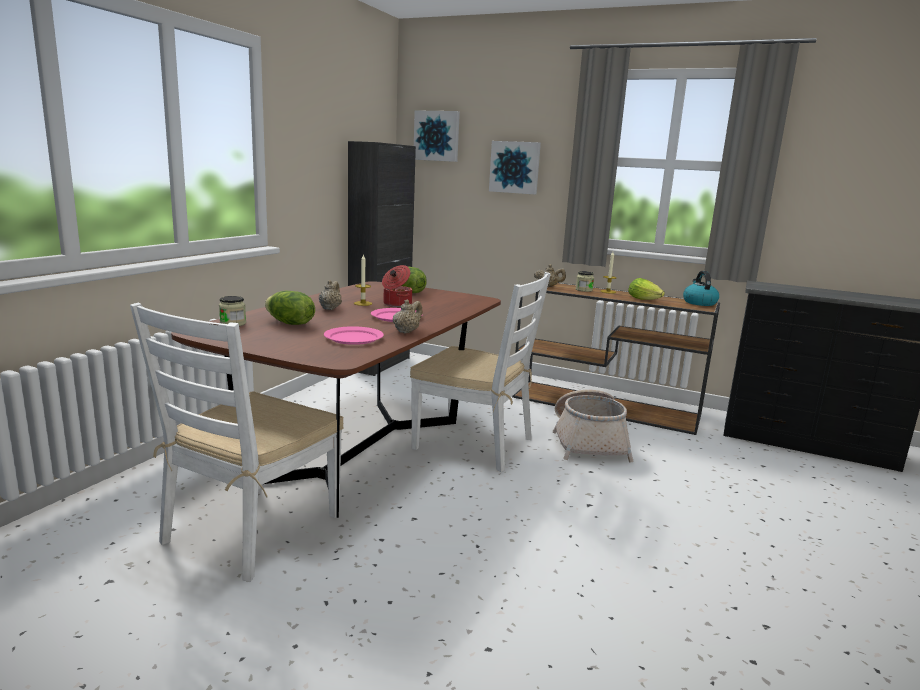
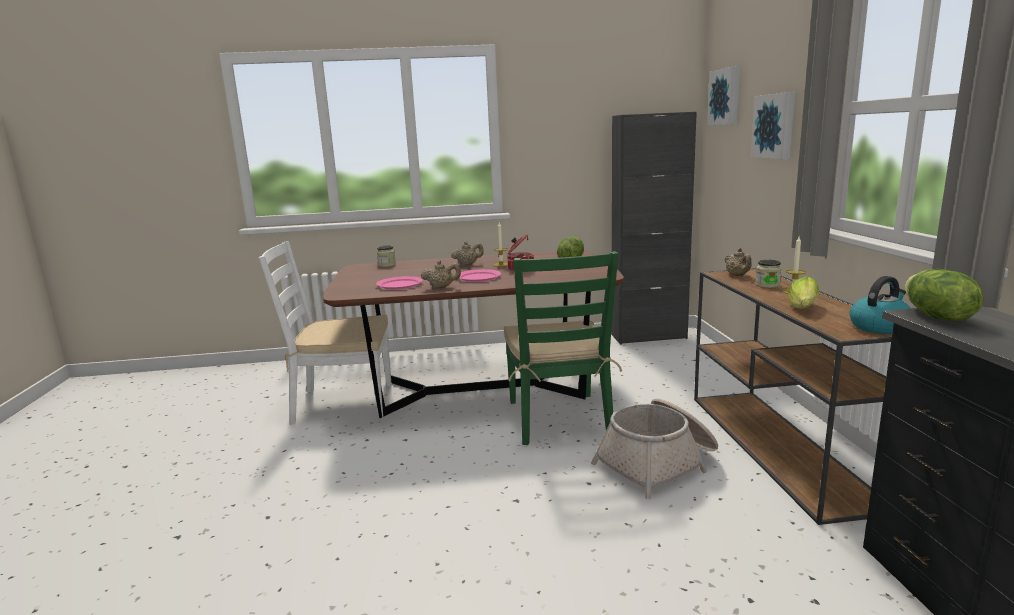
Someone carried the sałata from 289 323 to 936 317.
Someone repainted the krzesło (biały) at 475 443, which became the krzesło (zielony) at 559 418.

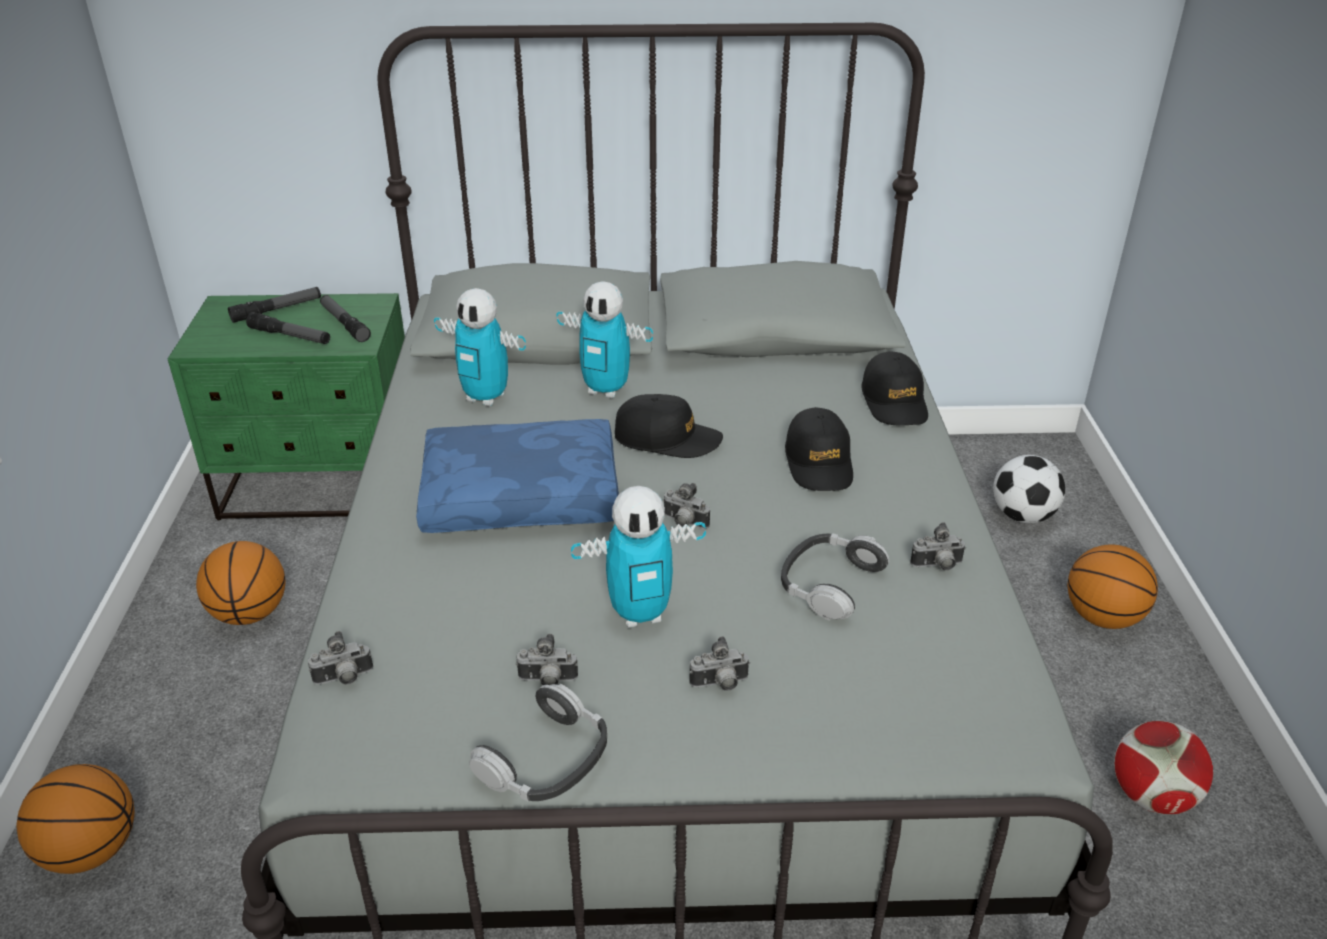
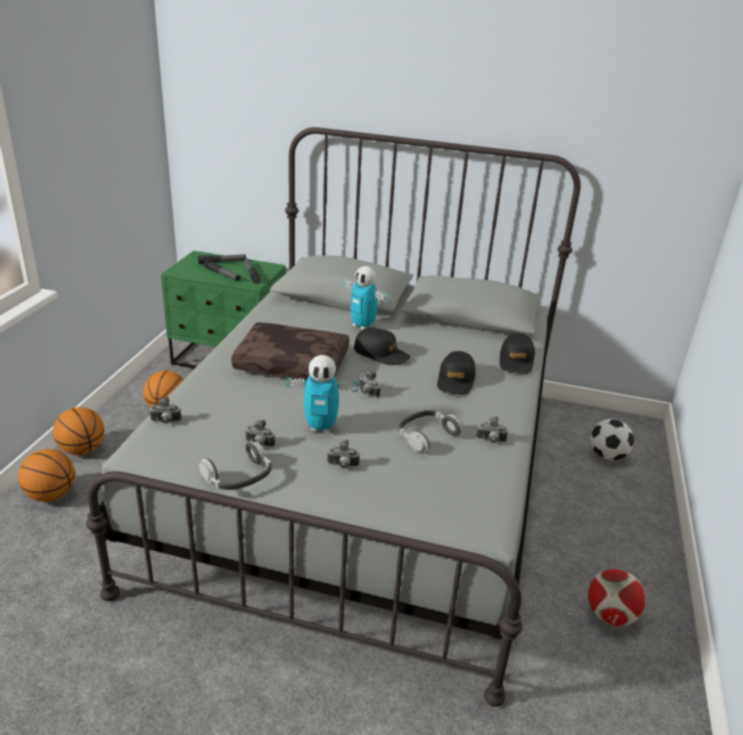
Someone repainted the poduszka (niebieski) at 522 494, which became the poduszka (brązowy) at 293 363.
Someone took away the robot zabawkowy at 486 398.
Someone carried the piłka do koszykówki from 1102 617 to 82 449.

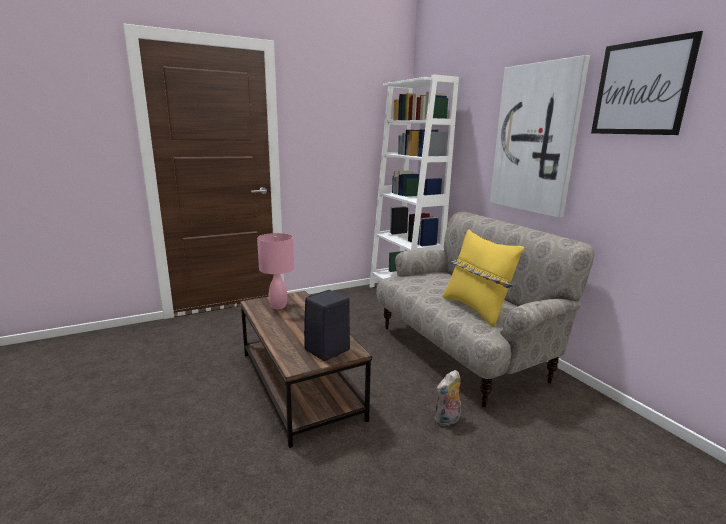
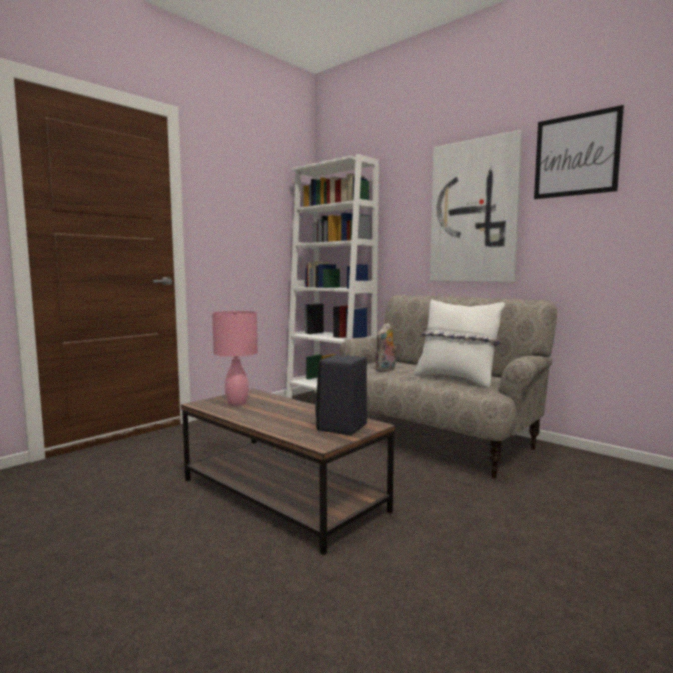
Someone carried the pluszak from 447 420 to 386 370.
Someone repainted the poduszka (żółty) at 476 309, which became the poduszka (biały) at 456 380.

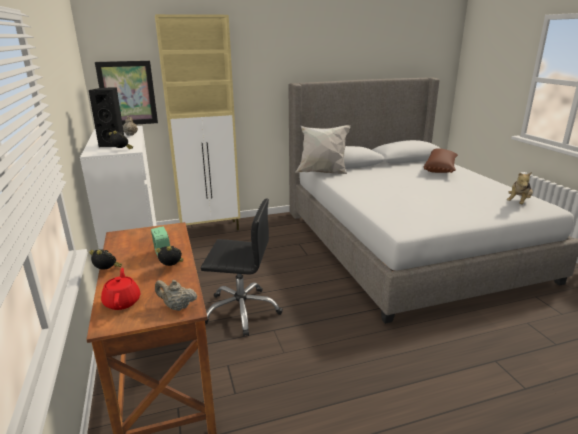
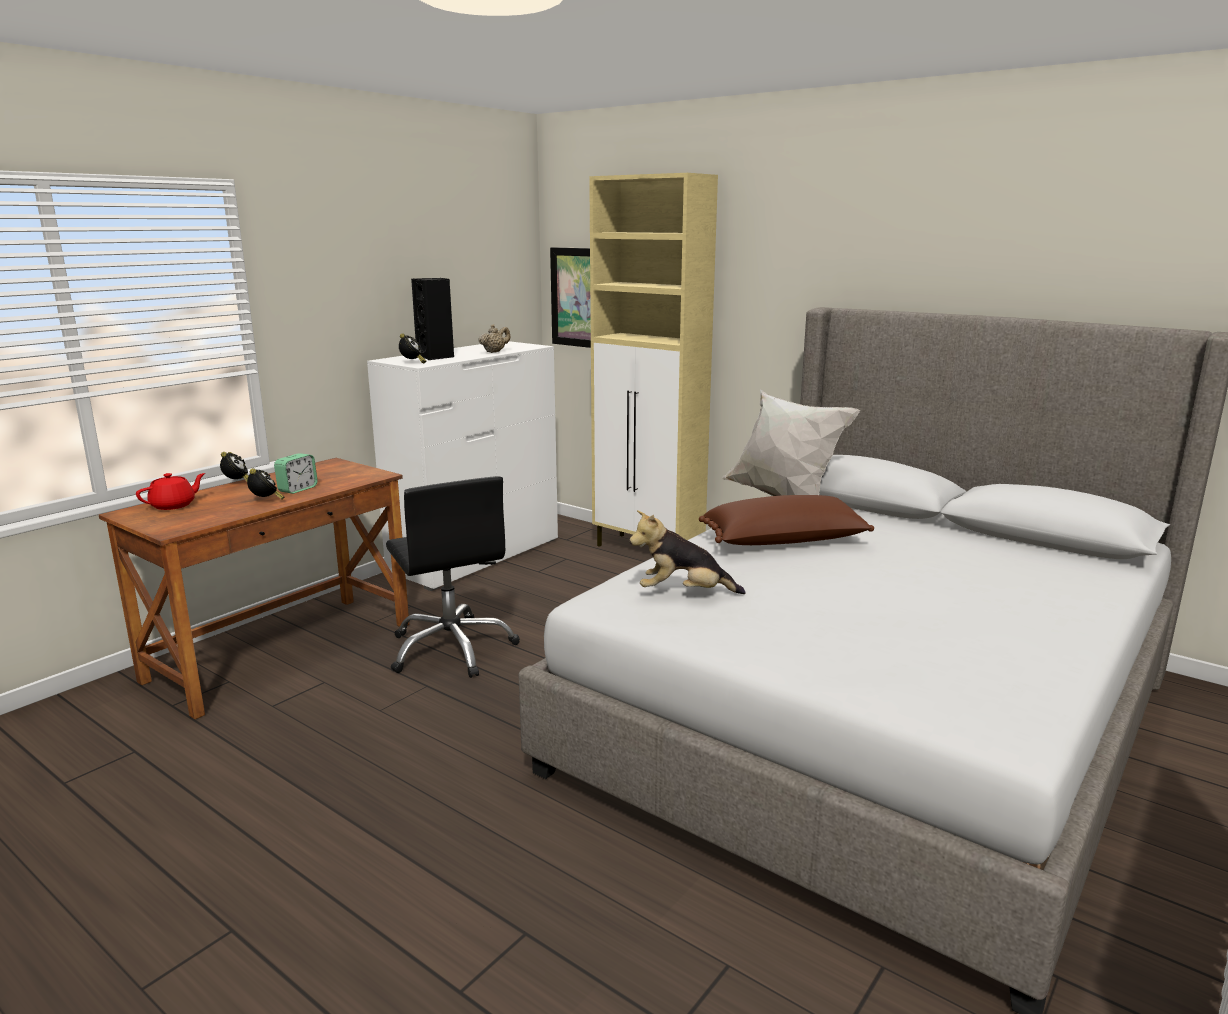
Someone took away the imbryk (beżowy) at 177 307.
Someone carried the poduszka (brązowy) from 441 169 to 784 543.
Someone carried the pluszak from 518 203 to 683 593.

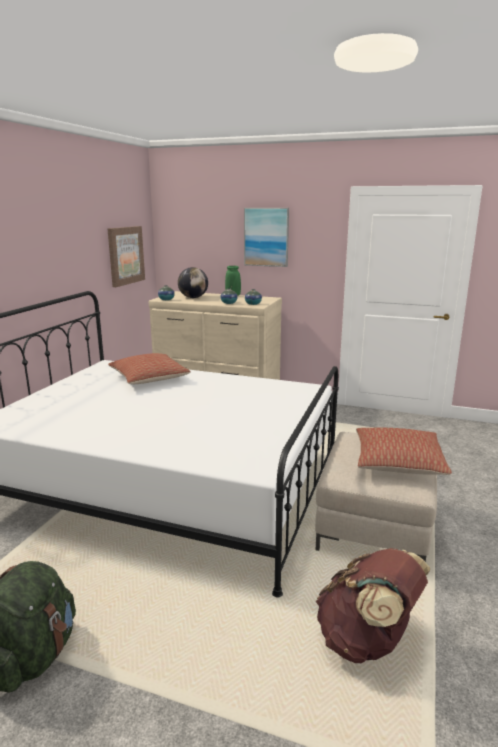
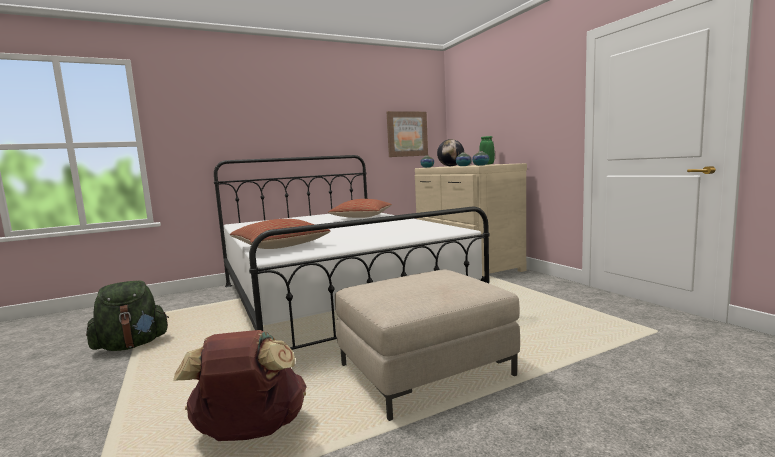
Someone took away the obraz at 266 237.
Someone carried the poduszka from 398 462 to 280 246.

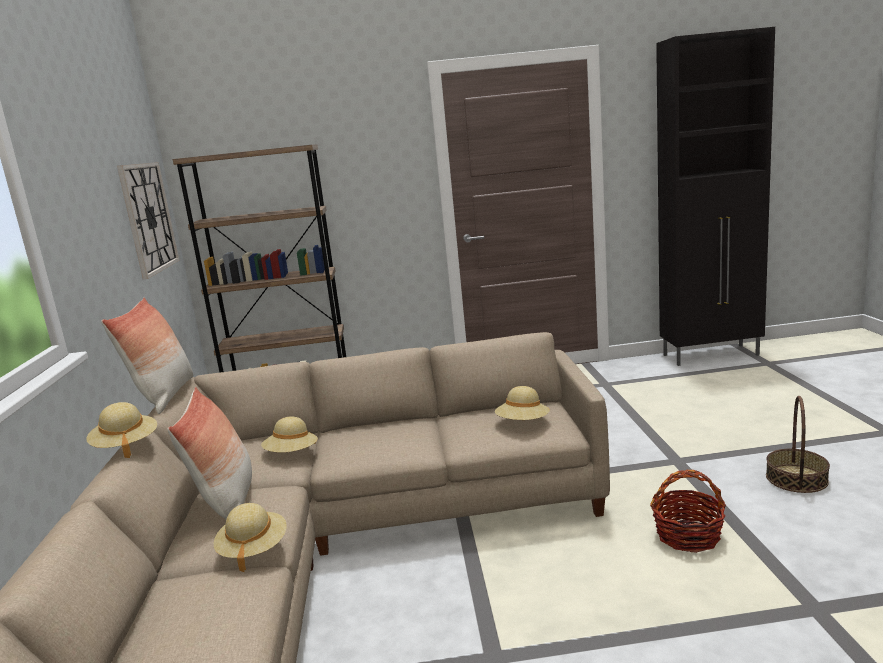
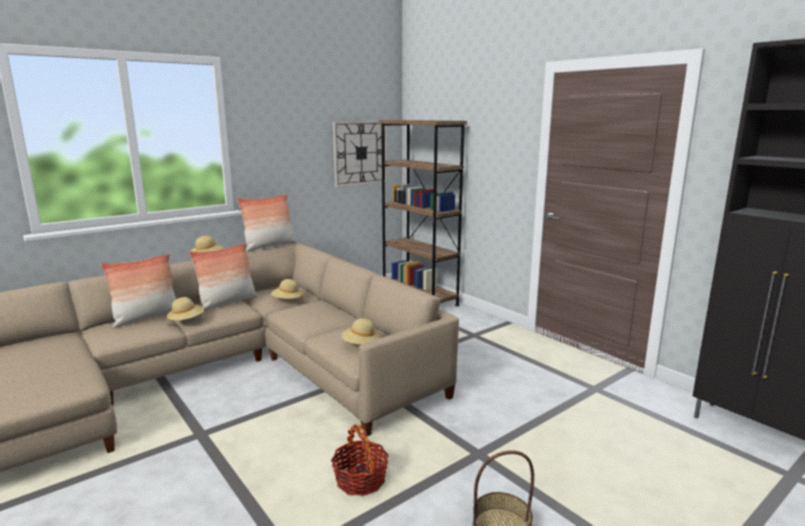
Someone put down the poduszka at 146 318.

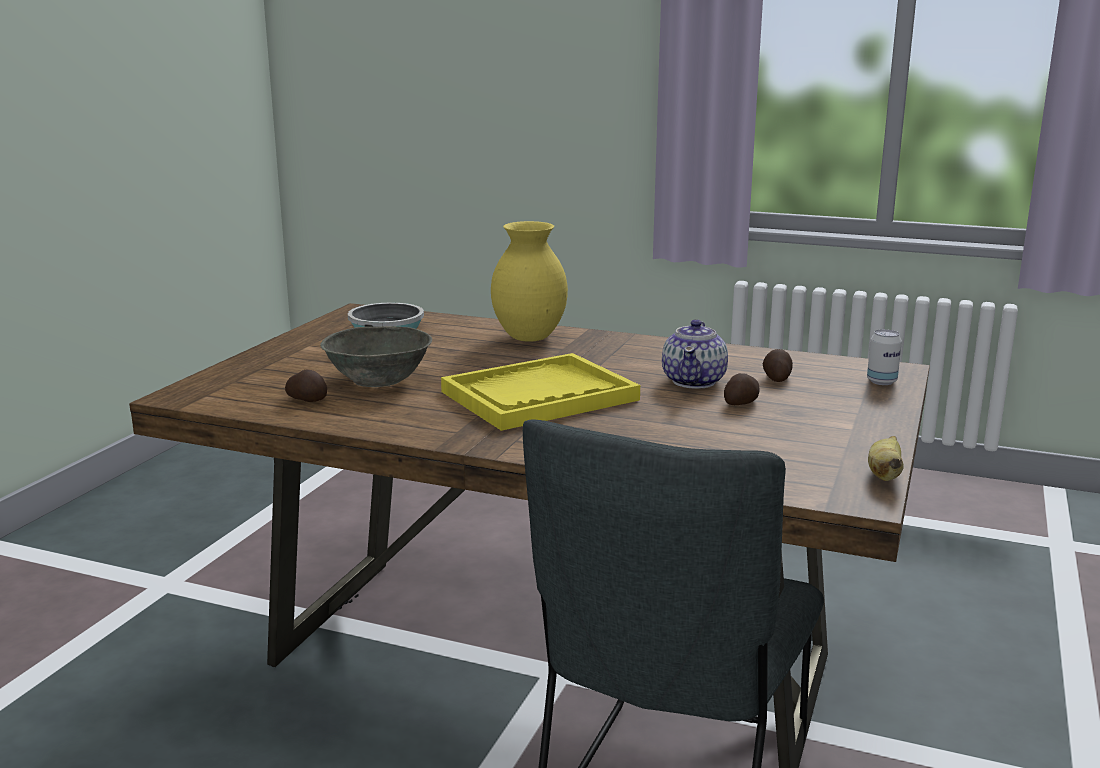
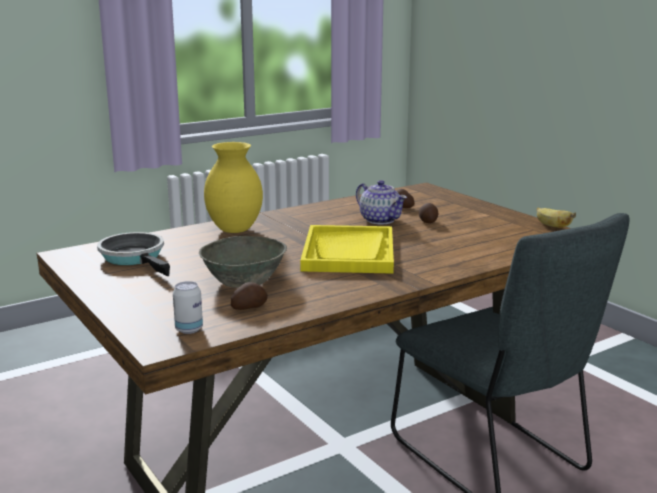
Someone carried the puszka from 881 381 to 189 329.

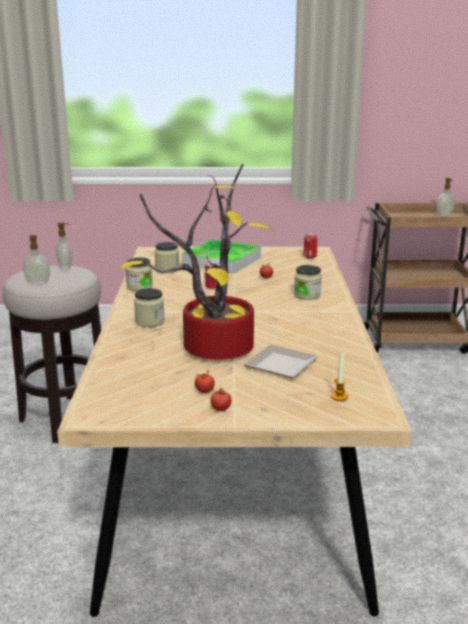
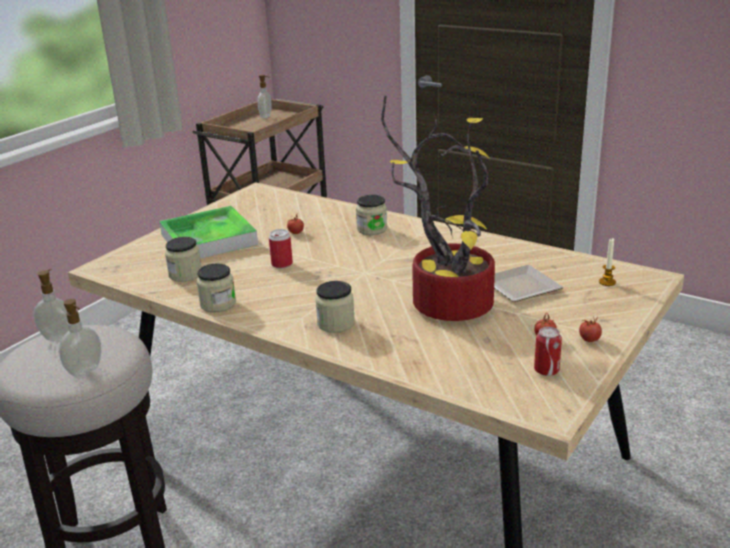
Someone carried the puszka from 310 257 to 546 370.

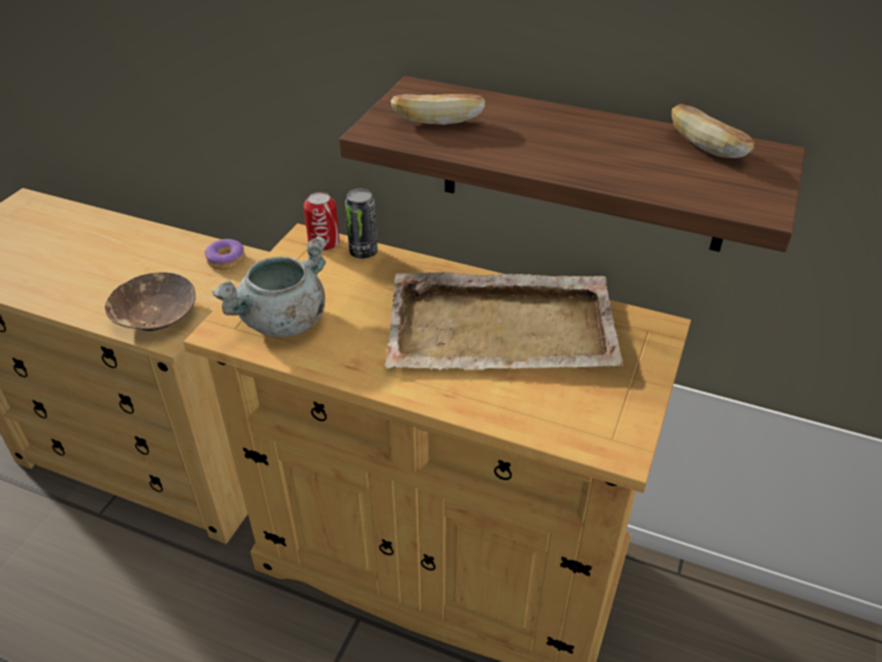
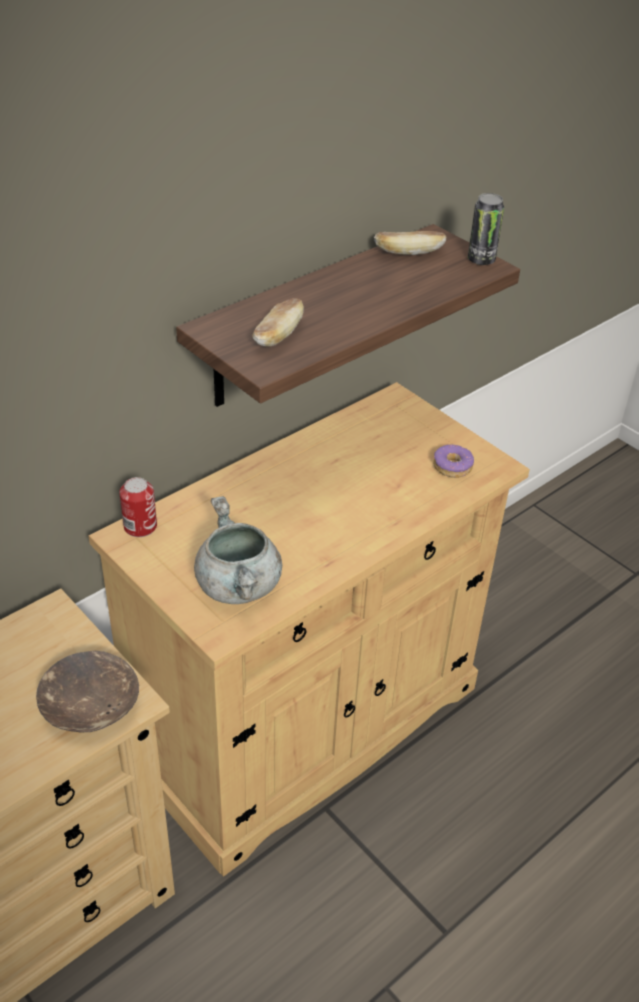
Someone carried the donut from 226 260 to 452 467.
Someone carried the puszka from 363 252 to 481 260.
Someone took away the taca (beżowy) at 503 328.

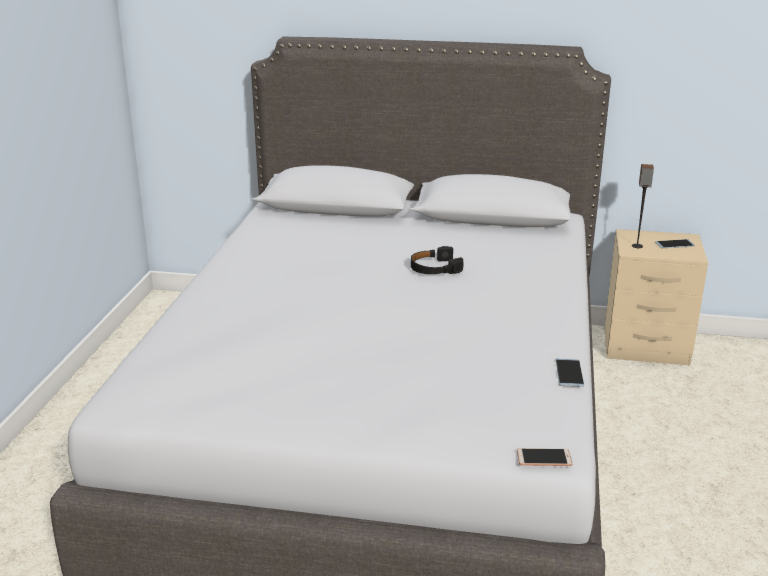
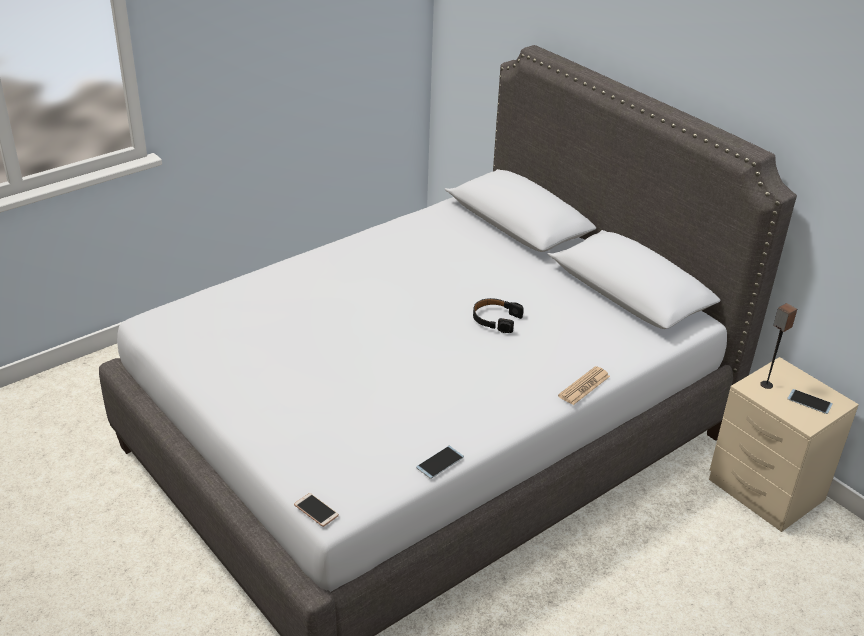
Someone put down the gazeta at 584 386.

